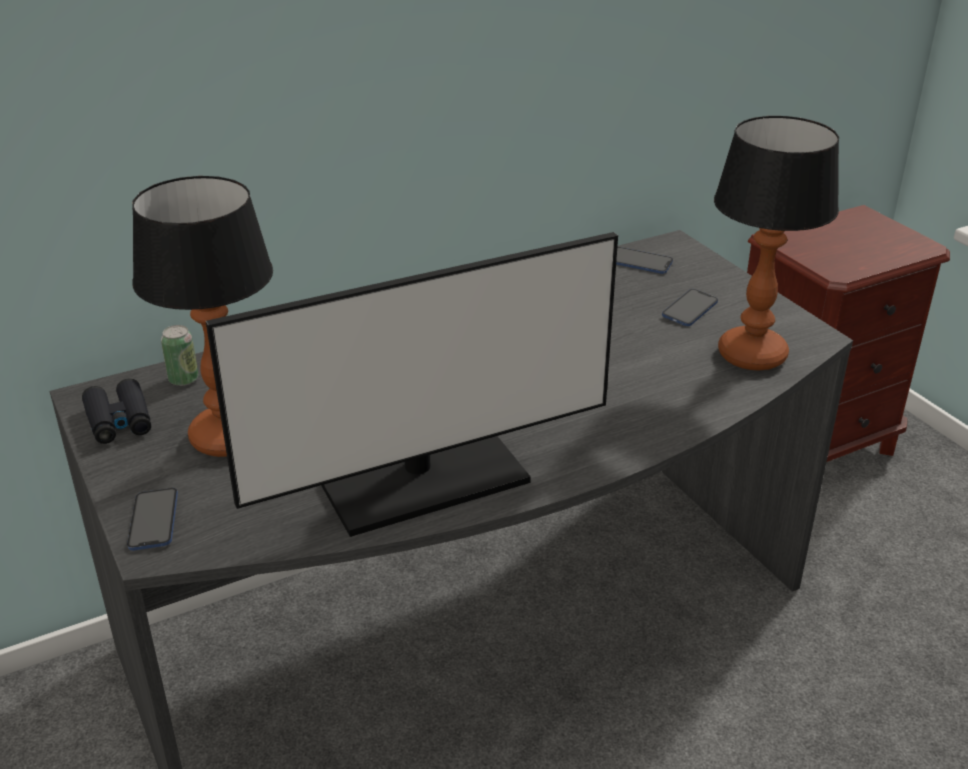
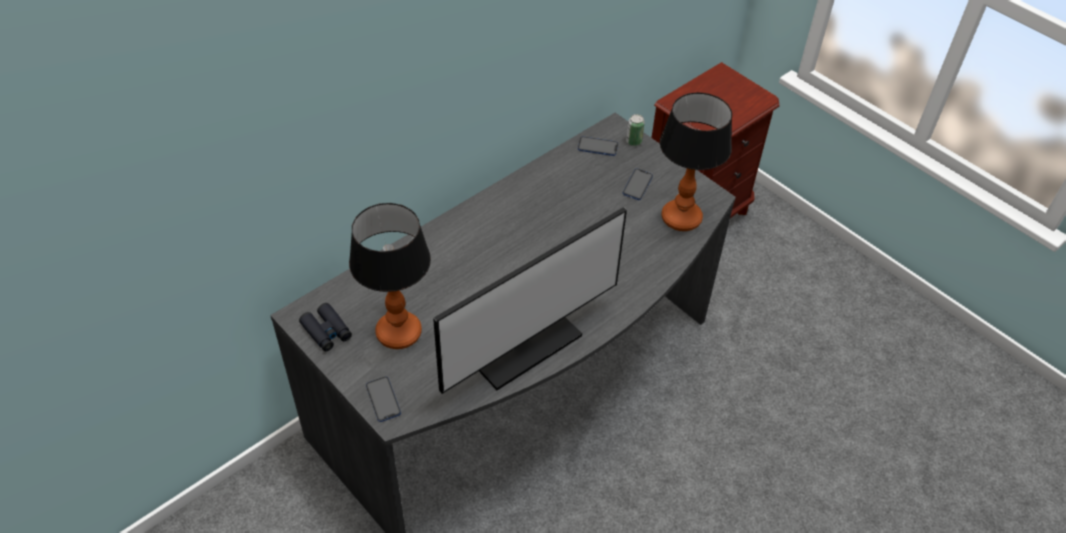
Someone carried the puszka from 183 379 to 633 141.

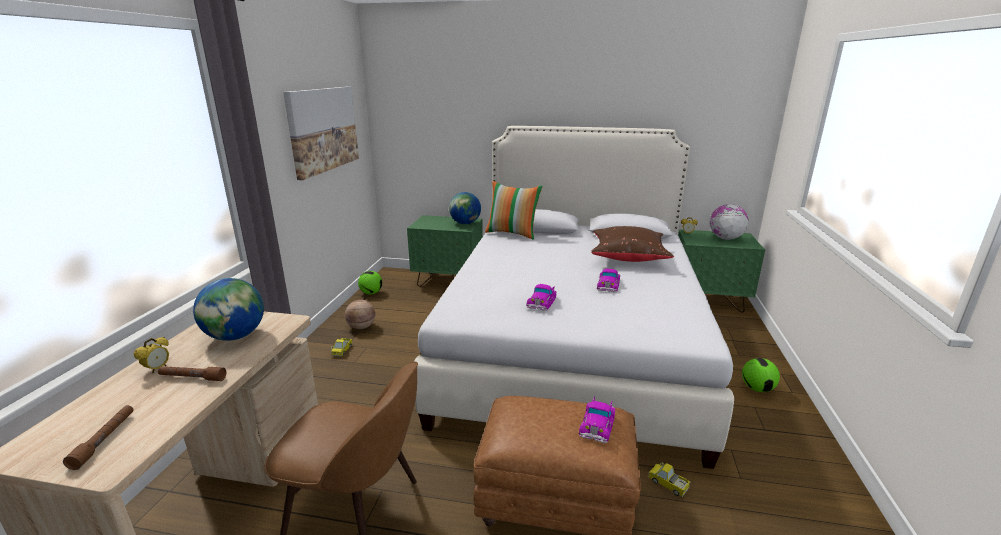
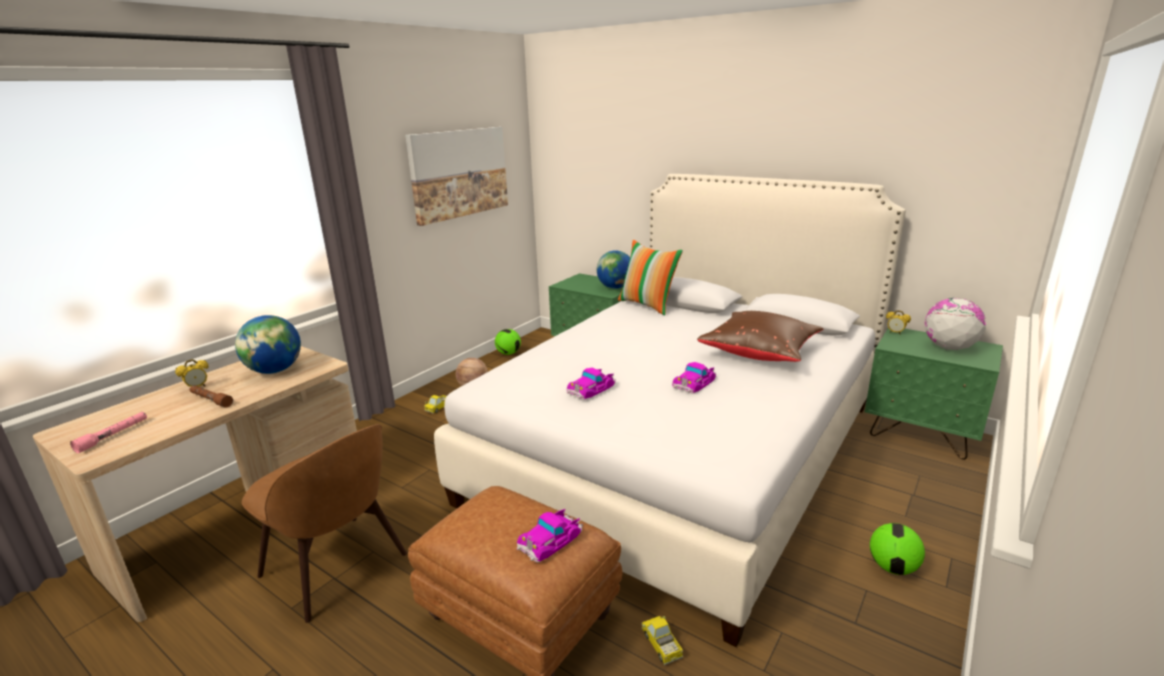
Someone repainted the latarka (brązowy) at 105 440, which became the latarka (różowy) at 113 436.

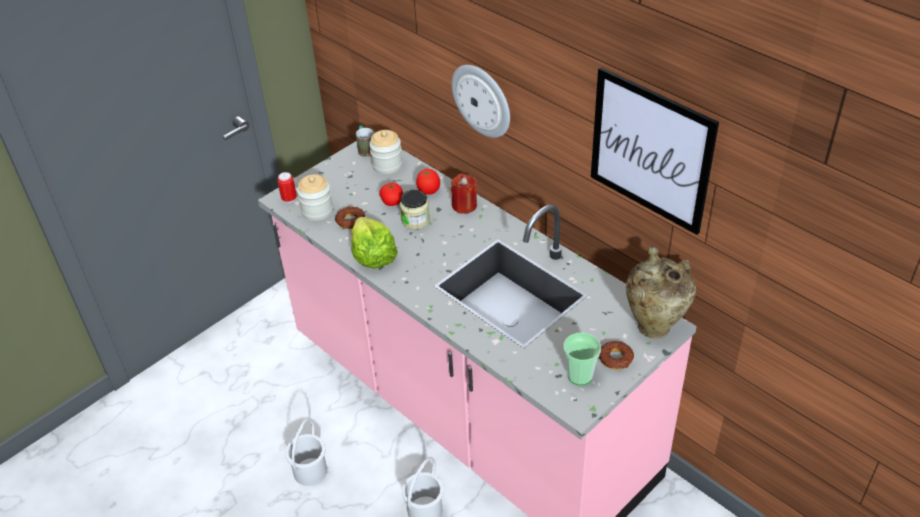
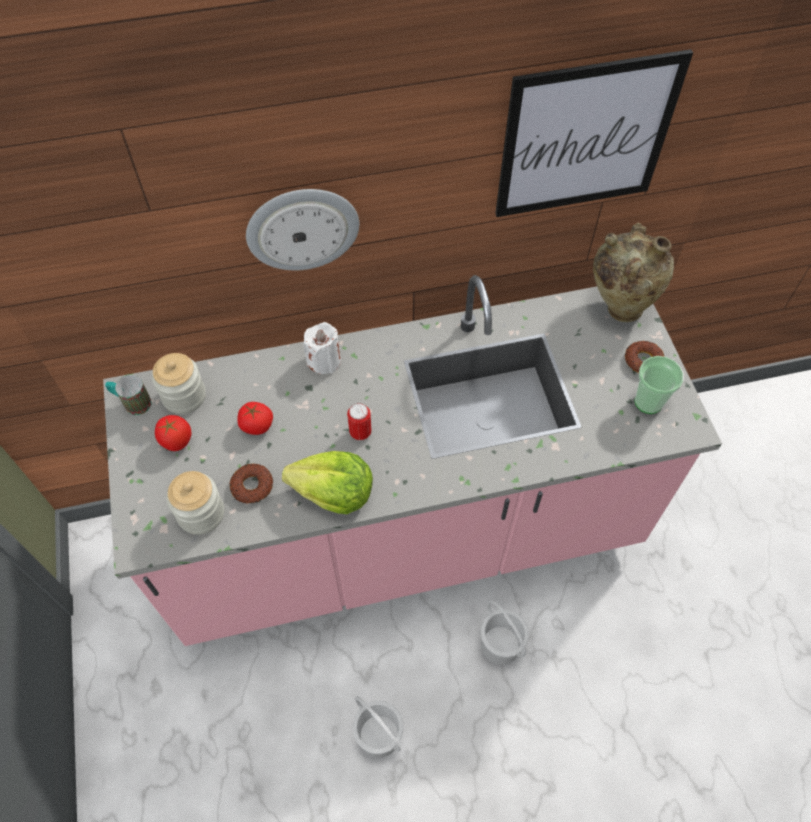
Someone carried the puszka from 289 199 to 360 432.
Someone took away the słoik at 415 220.
Someone carried the pomidor from 428 191 to 176 441.
Someone repainted the świeca (czerwony) at 464 205, which became the świeca (biały) at 324 360.

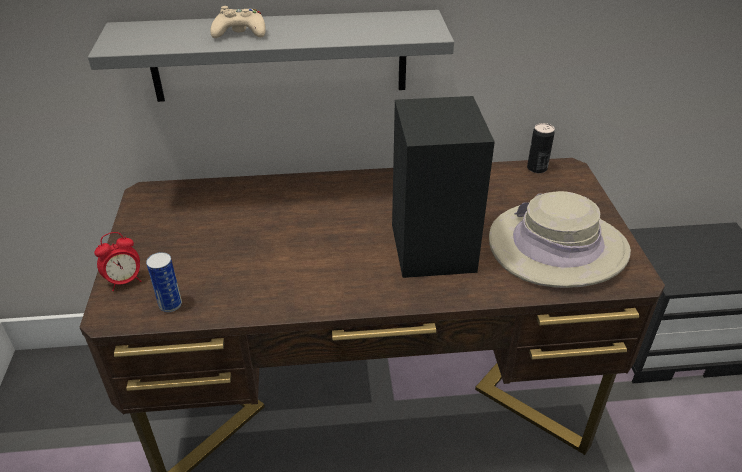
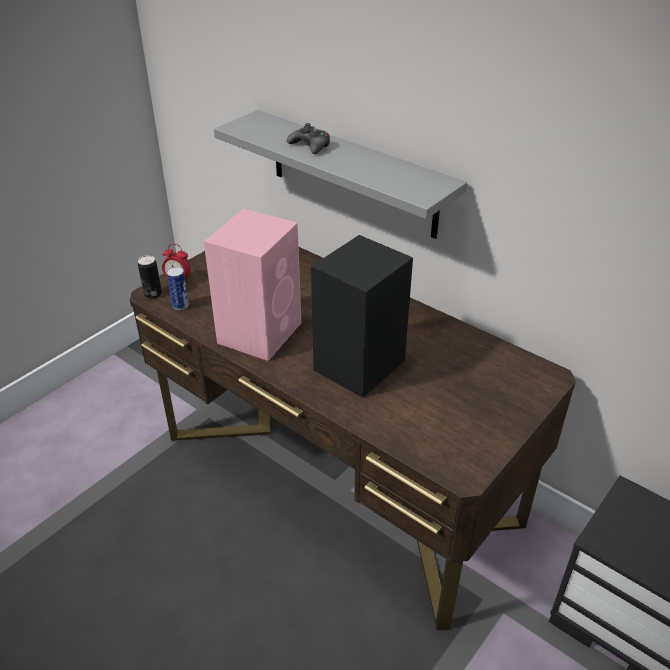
Someone repainted the pad do gier (beżowy) at 240 33, which became the pad do gier (czarny) at 310 146.
Someone took away the kapelusz (beżowy) at 557 246.
Someone carried the puszka from 537 168 to 153 294.
Someone put down the głośnik (różowy) at 261 331.

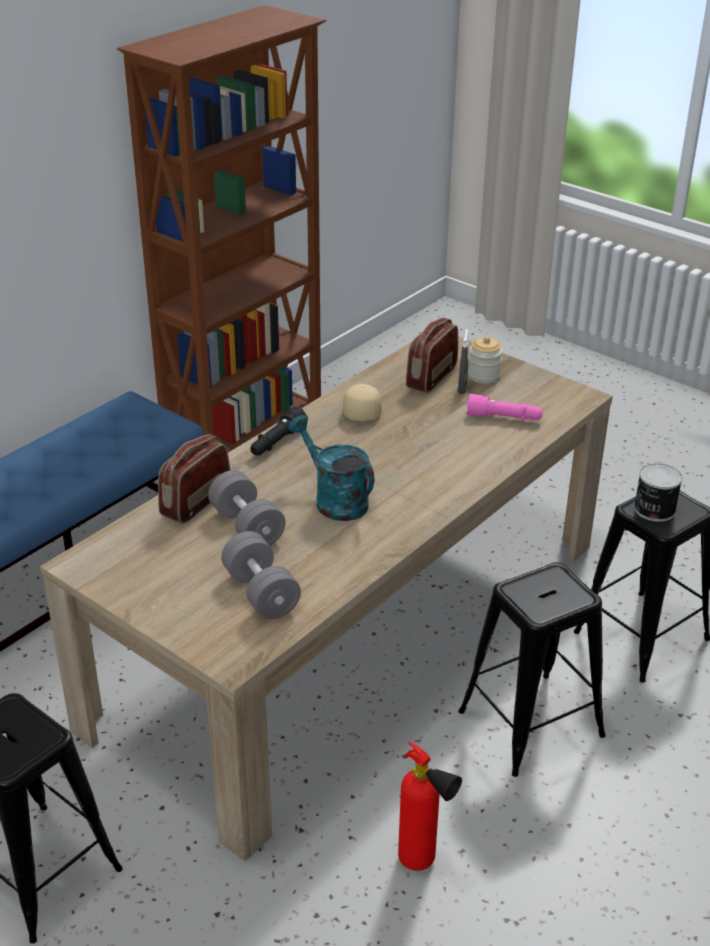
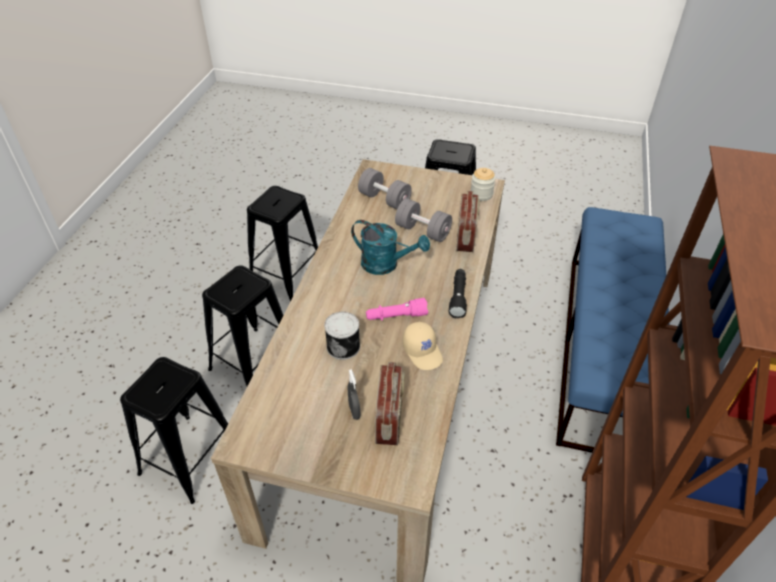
Someone swapped the gaśnica at 423 864 for the stołek (czarny) at 287 276.
Someone carried the latarka (różowy) from 504 418 to 396 316.
Someone carried the słoik from 483 376 to 481 194.
Someone carried the puszka from 653 509 to 344 346.

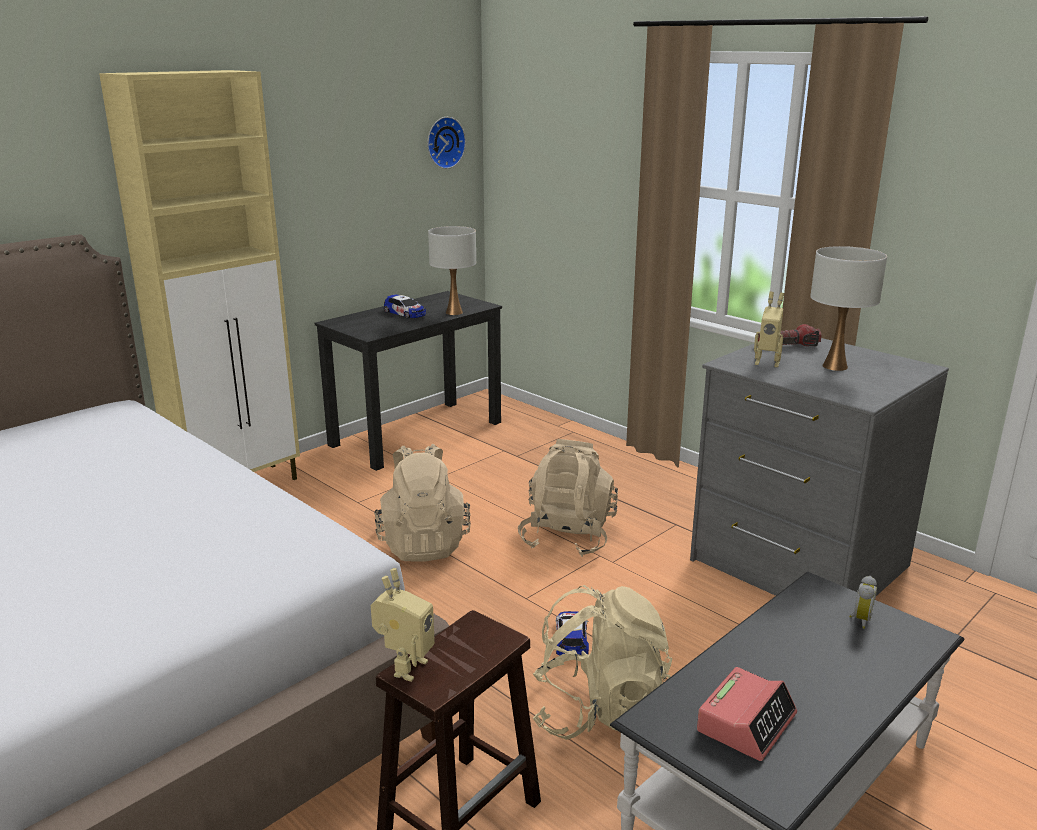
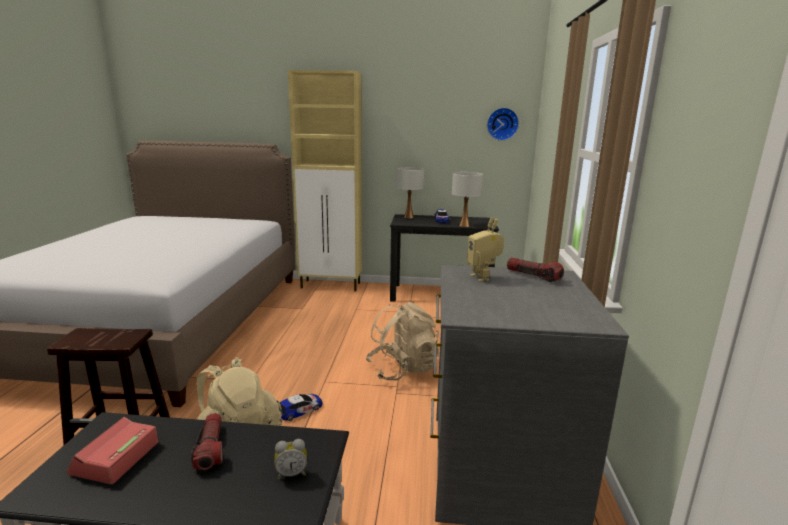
Someone took away the robot zabawkowy at 405 667.
Someone took away the plecak (beżowy) at 423 543.
Someone rotated the budzik at 746 722 by 105 degrees clockwise.
Someone carried the lampa stołowa (biały) from 835 366 to 408 217.
Someone put down the latarka at 211 448.

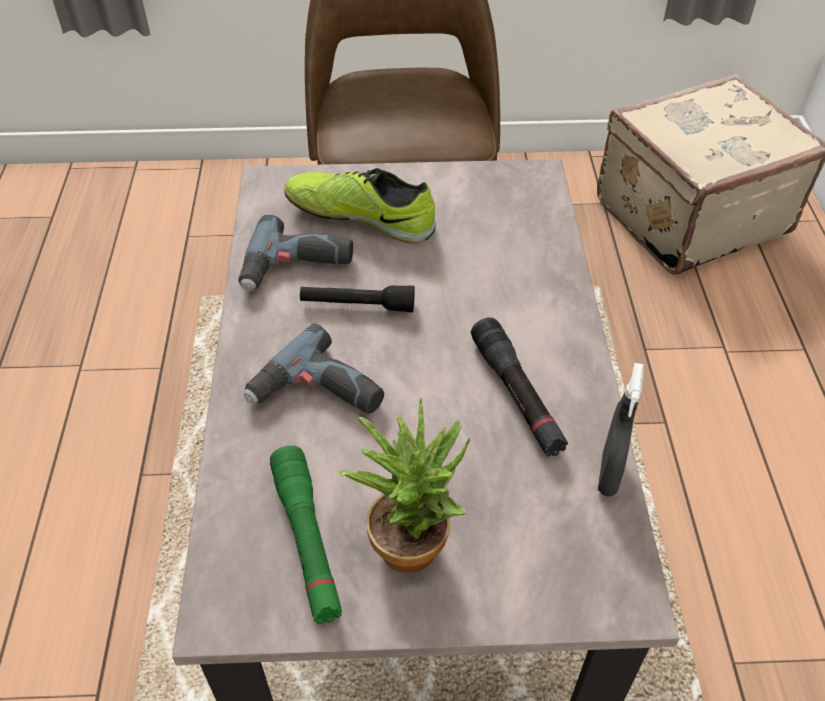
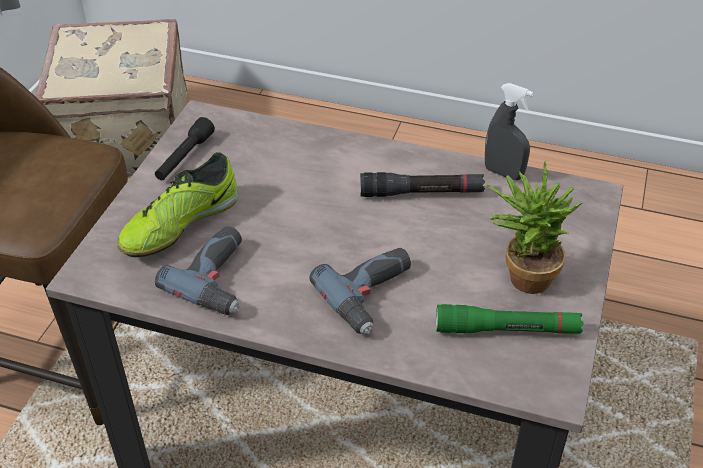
Someone carried the latarka (czarny) from 357 305 to 184 158.

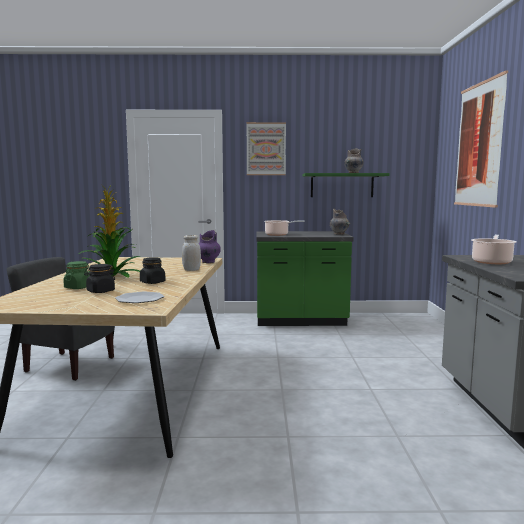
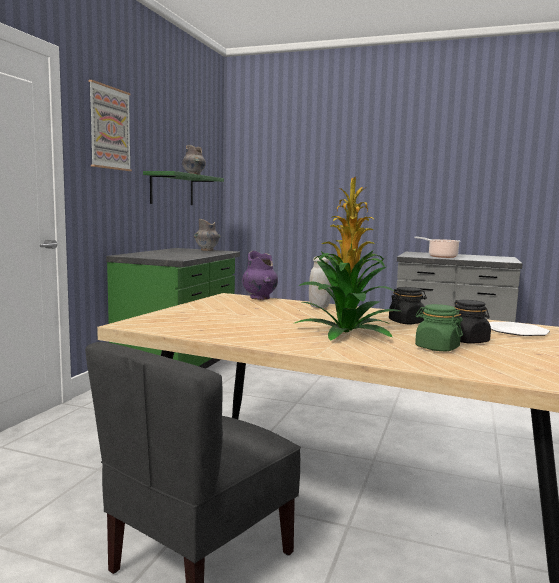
Someone took away the garnek at 278 234.
Someone took away the obraz at 479 144.

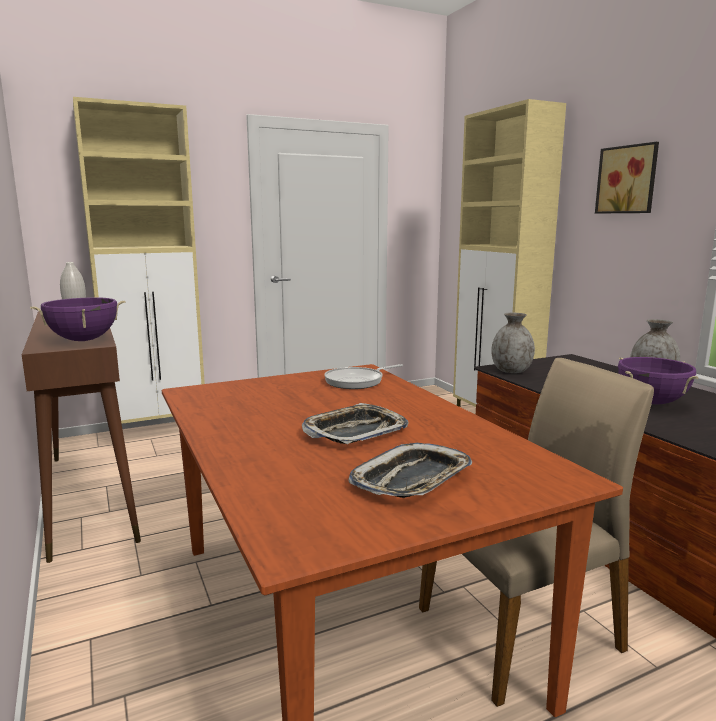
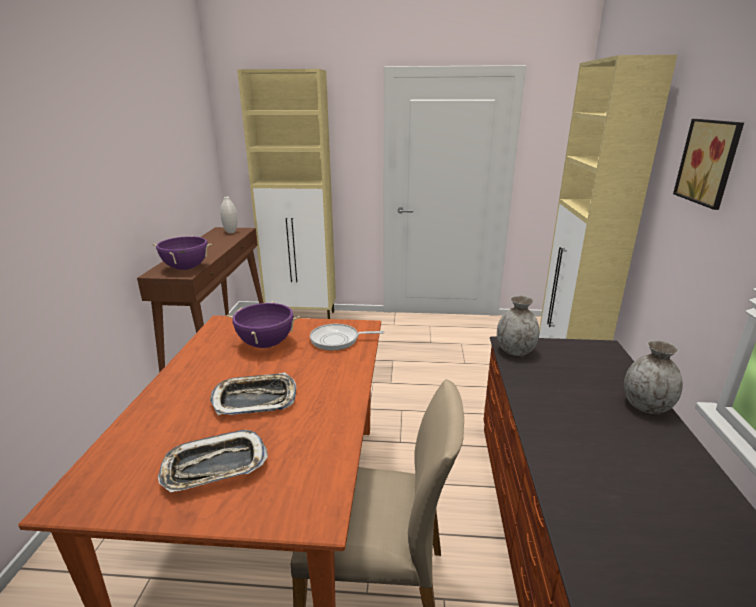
Someone carried the garnek (fioletowy) from 651 402 to 266 344.

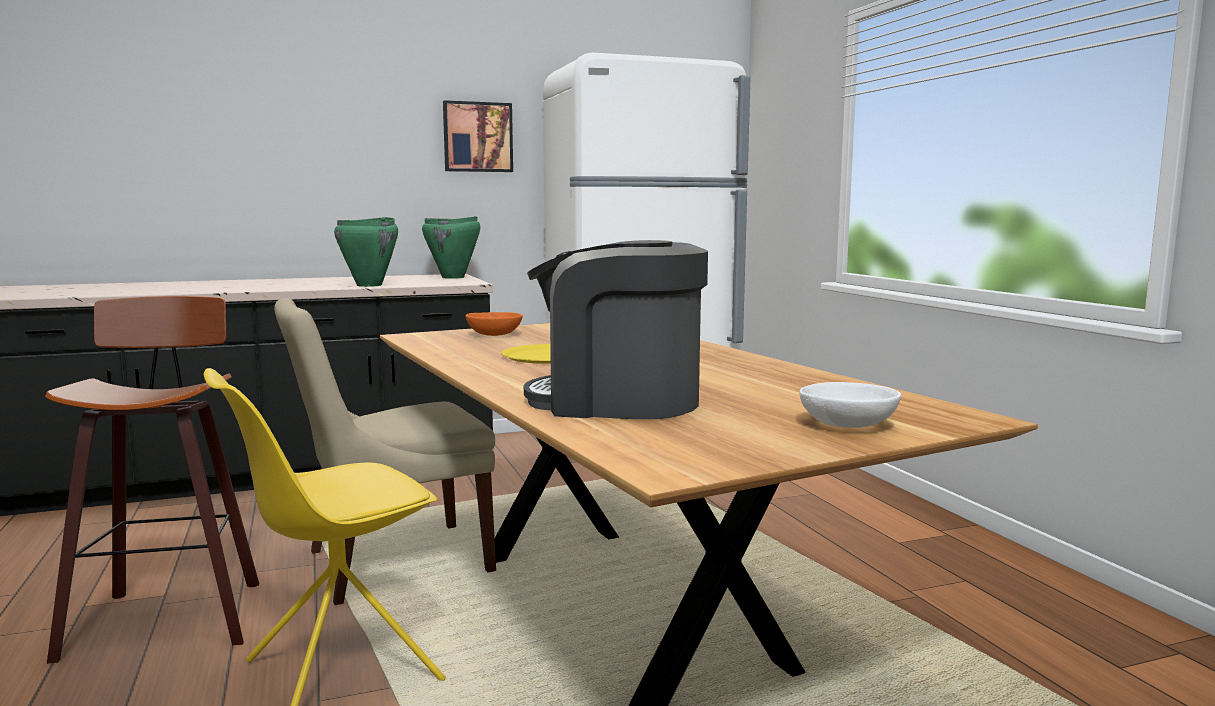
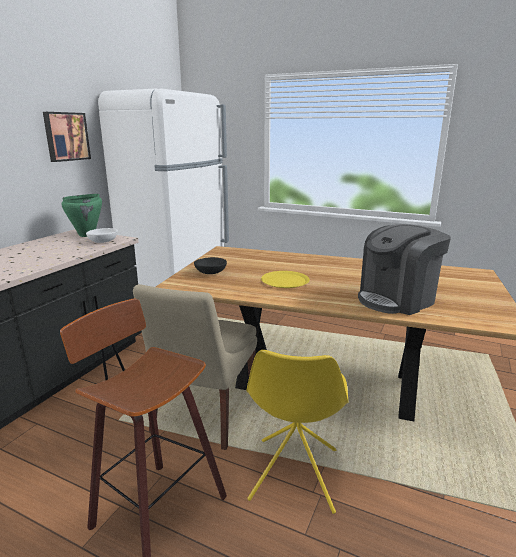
Someone took away the garnek (zielony) at 370 285.
Someone repainted the miska (pomarańczowy) at 495 335, which became the miska (czarny) at 211 272.
Someone carried the miska (biały) from 847 424 to 103 241.

